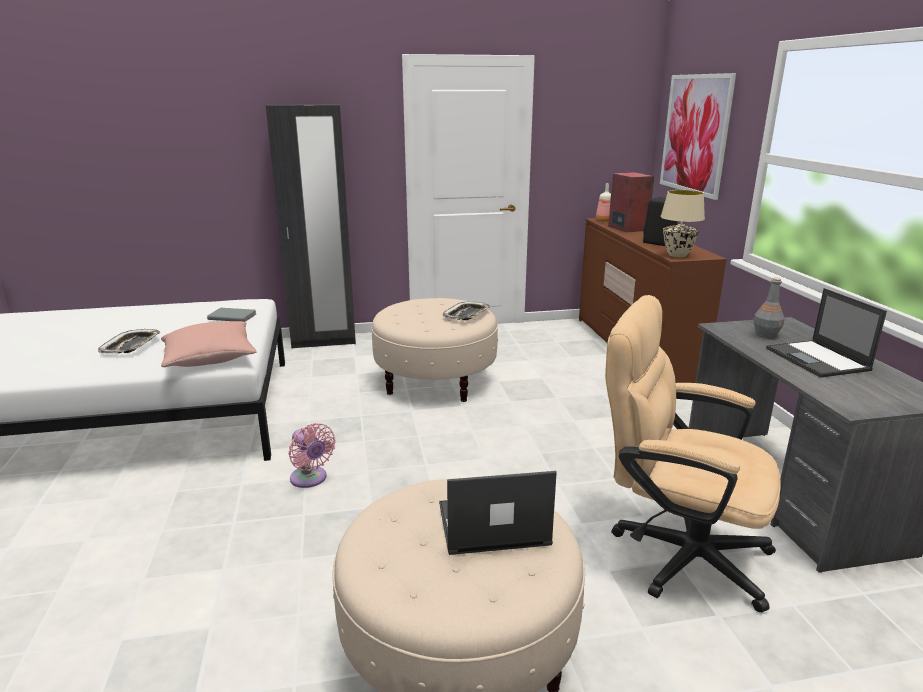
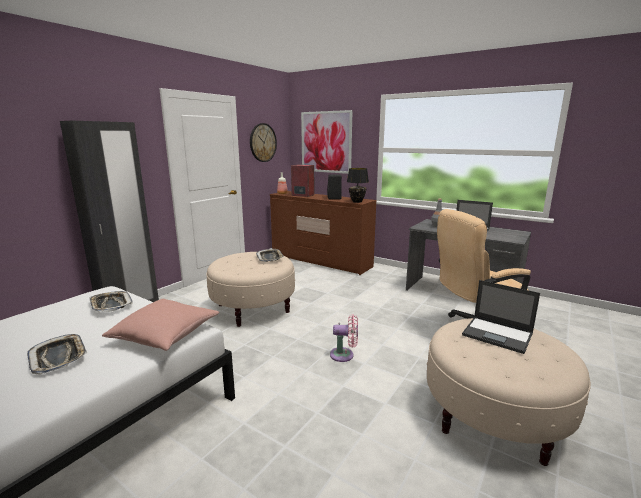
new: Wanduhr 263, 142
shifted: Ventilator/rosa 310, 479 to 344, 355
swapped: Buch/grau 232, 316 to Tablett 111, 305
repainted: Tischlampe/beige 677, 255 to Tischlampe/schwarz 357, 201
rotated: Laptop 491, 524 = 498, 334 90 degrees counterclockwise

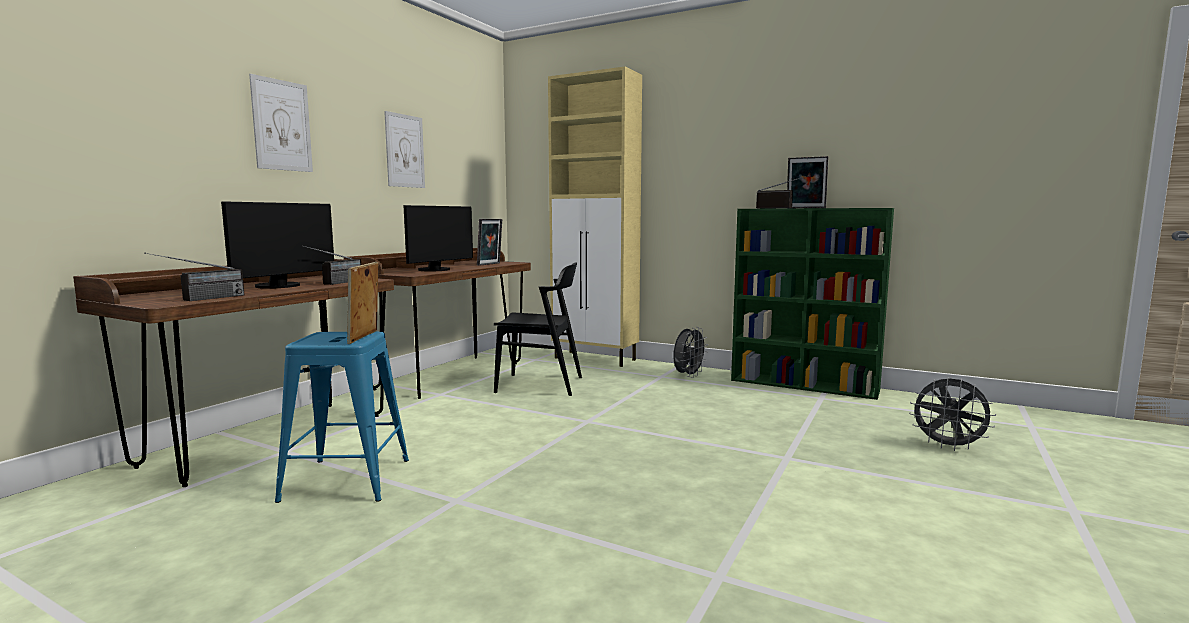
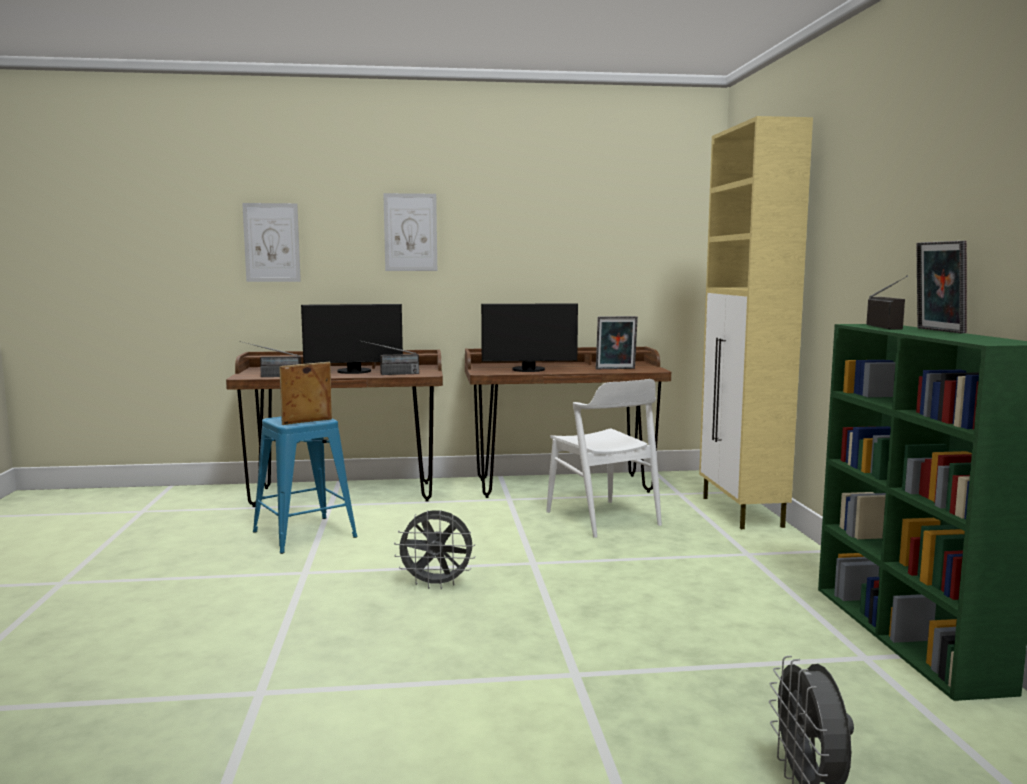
shifted: Bild 405, 151 to 272, 242; Ventilator/grau 688, 375 to 437, 585
repainted: Stuhl/schwarz 540, 384 to Stuhl/weiß 603, 518

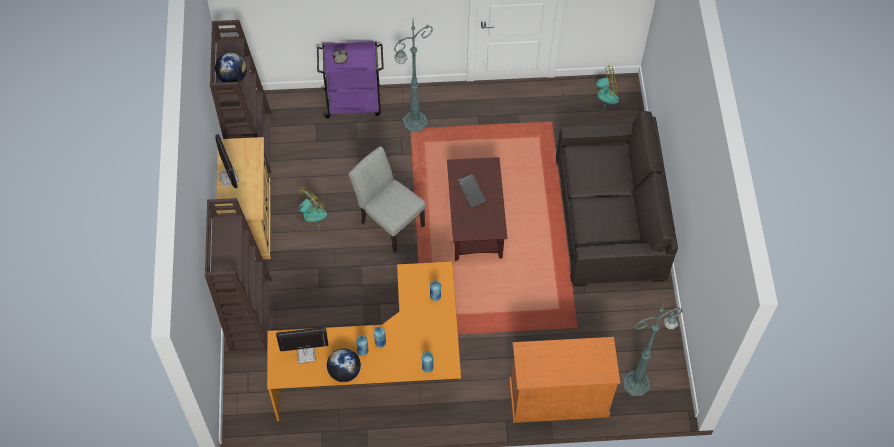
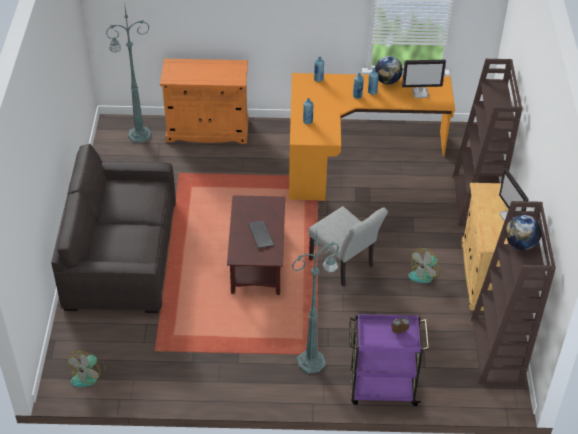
rotated: Ventilator 602, 97 = 88, 374 60 degrees counterclockwise

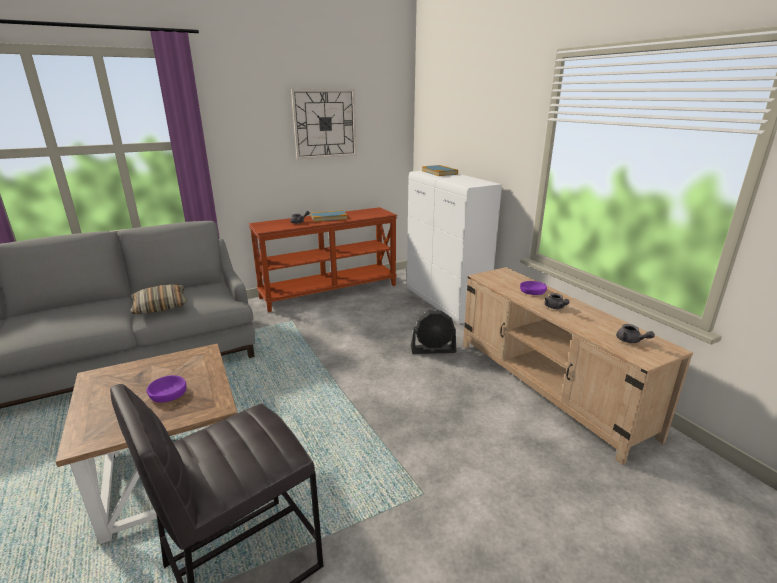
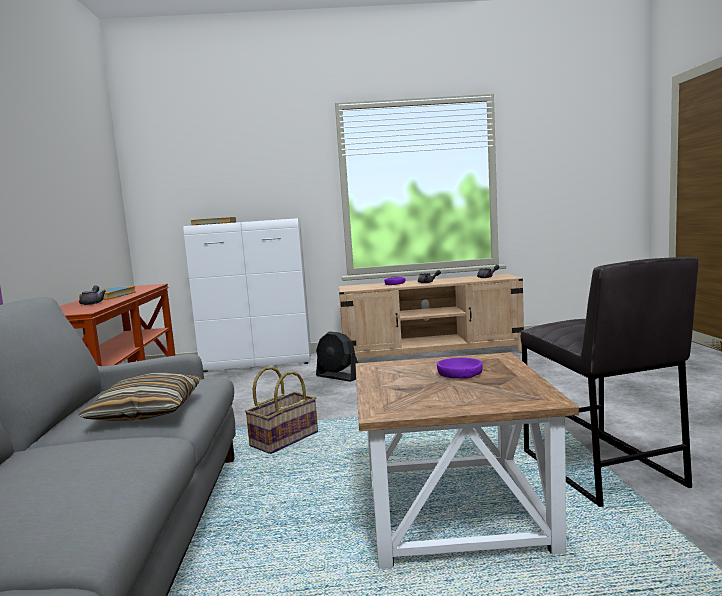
gone: Wanduhr 325, 123
new: Korb 284, 439
rotated: Ventilator/schwarz 433, 349 = 338, 376 105 degrees clockwise

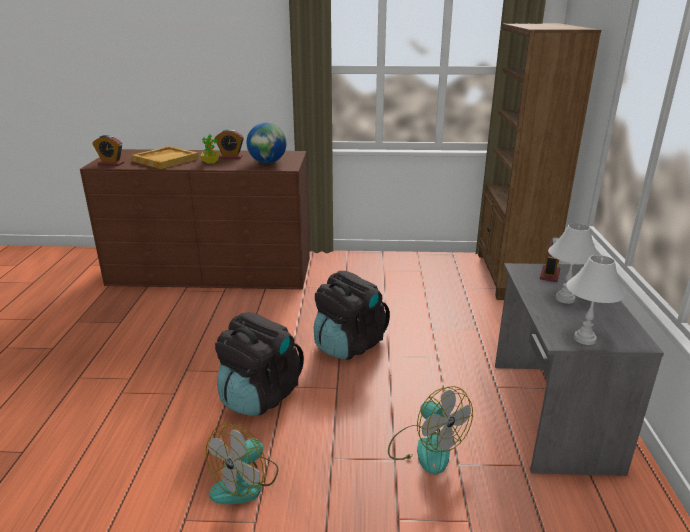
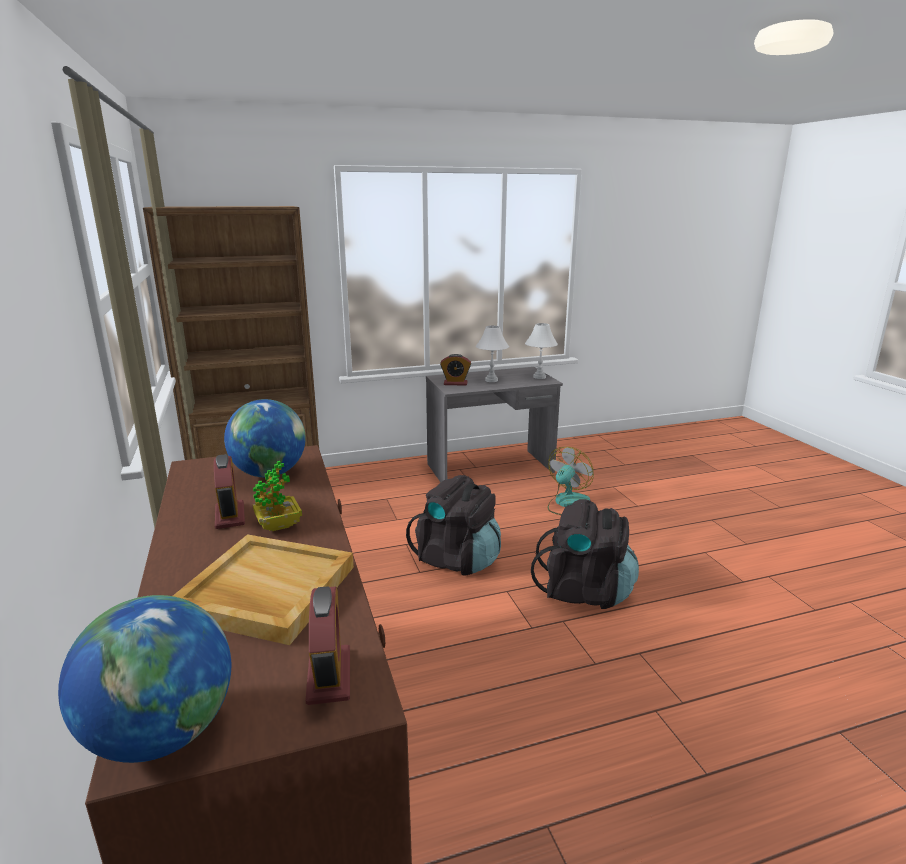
gone: Ventilator 245, 482
new: Globus 162, 734

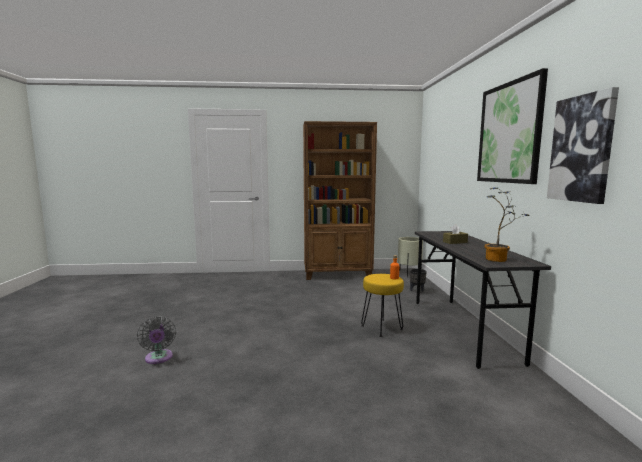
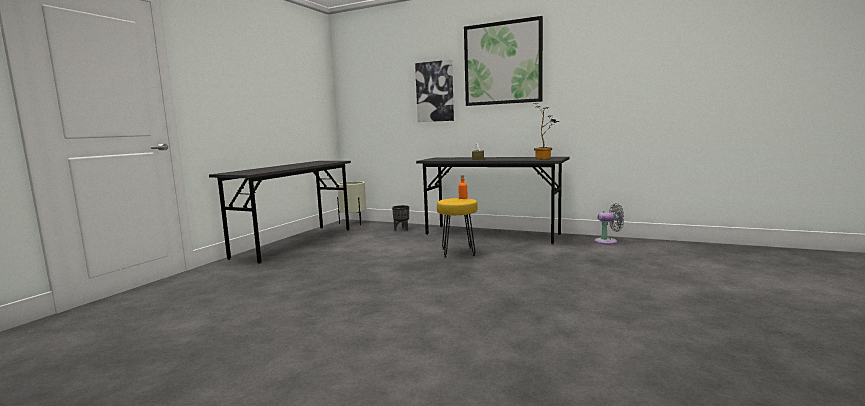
shifted: Ventilator/grau 159, 358 to 608, 241; Bild 582, 149 to 435, 91
swapped: Bücherregal/braun 338, 274 to Schreibtisch/grau 295, 243

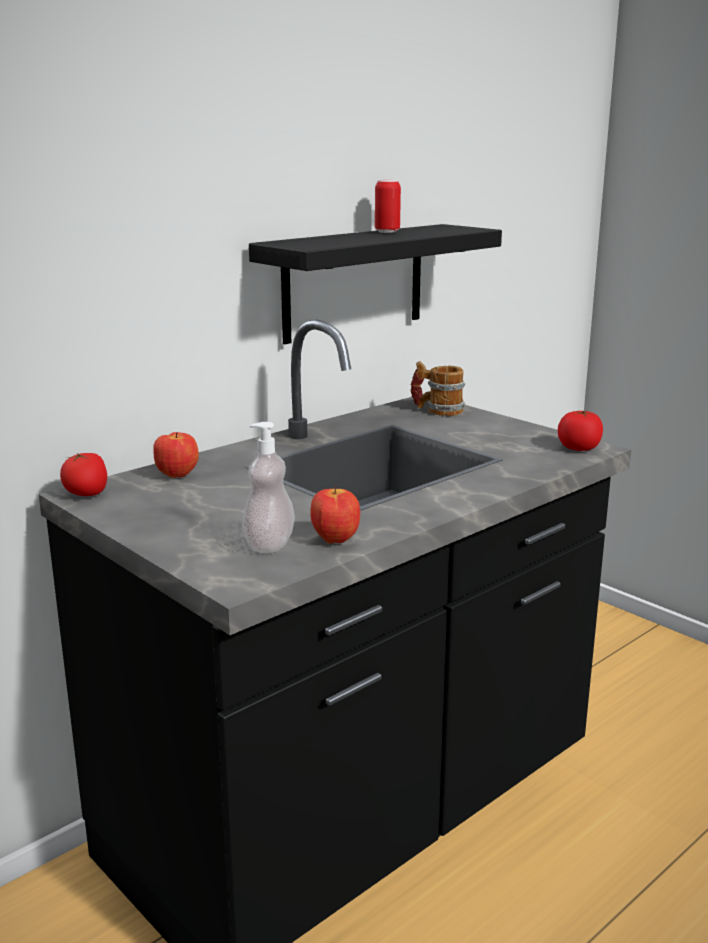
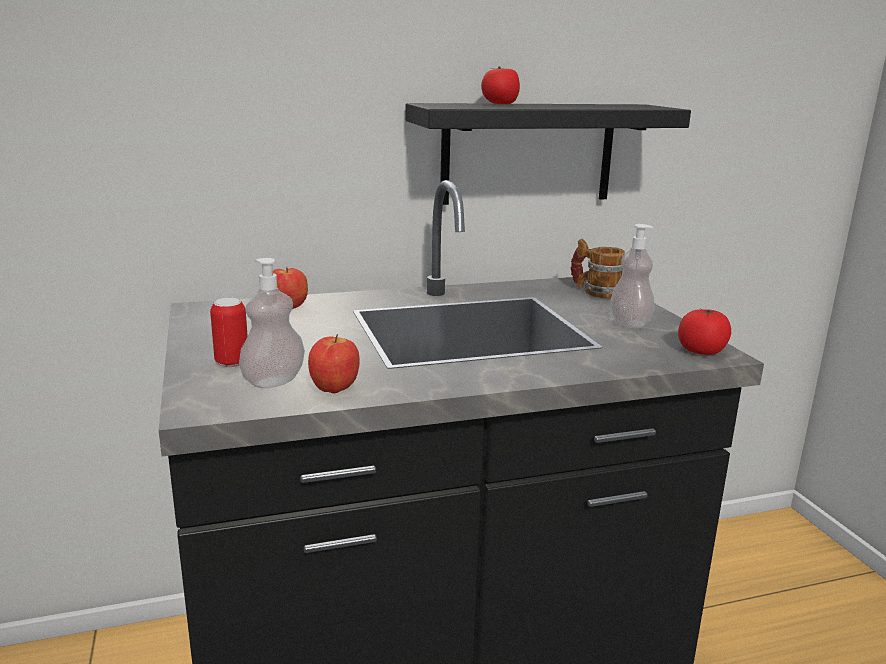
new: Seifenspender 630, 323
shifted: Tomate 87, 494 to 500, 104; Dose 387, 232 to 232, 362

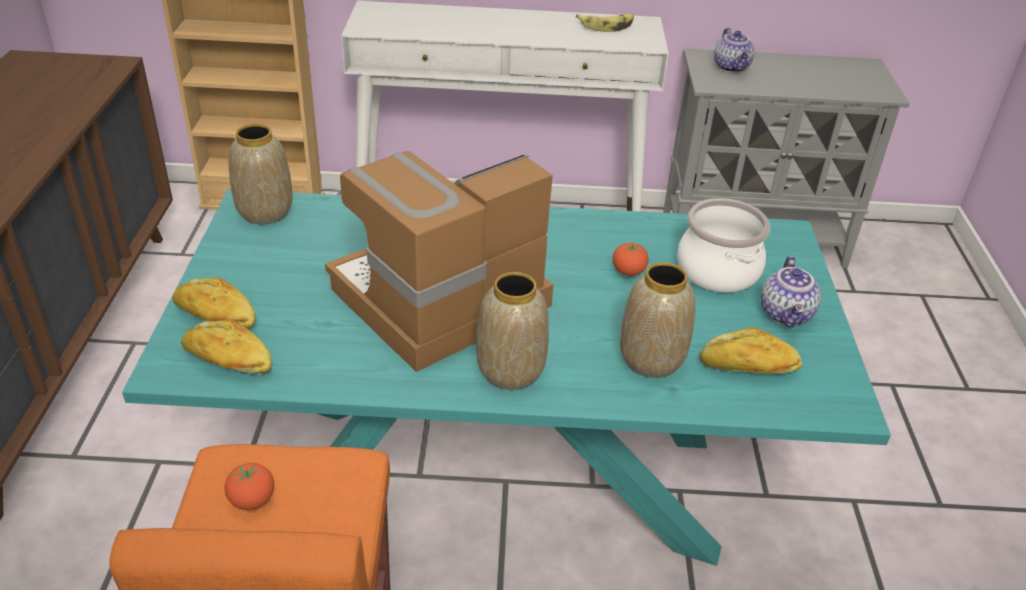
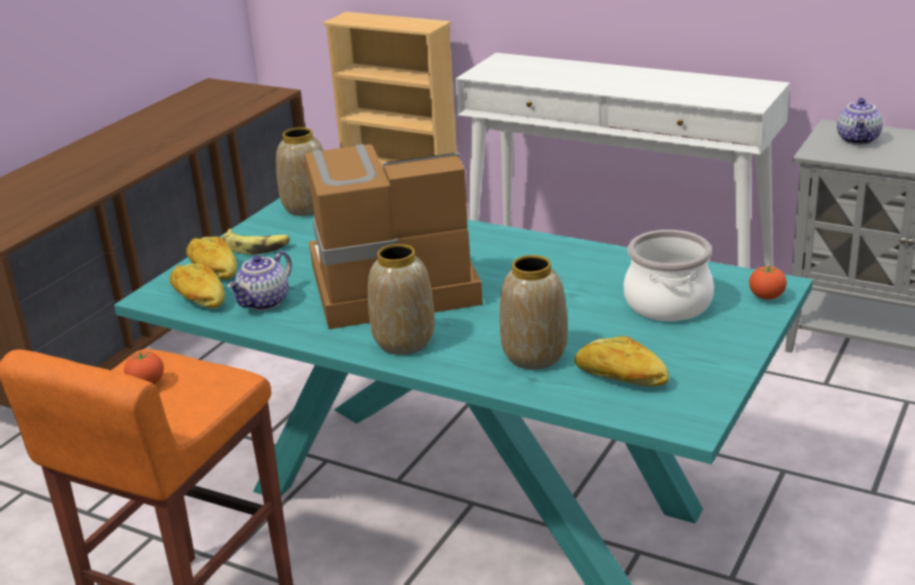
shifted: Banane 607, 26 to 256, 246; Tomate 628, 272 to 766, 297; Teekanne 787, 314 to 265, 303

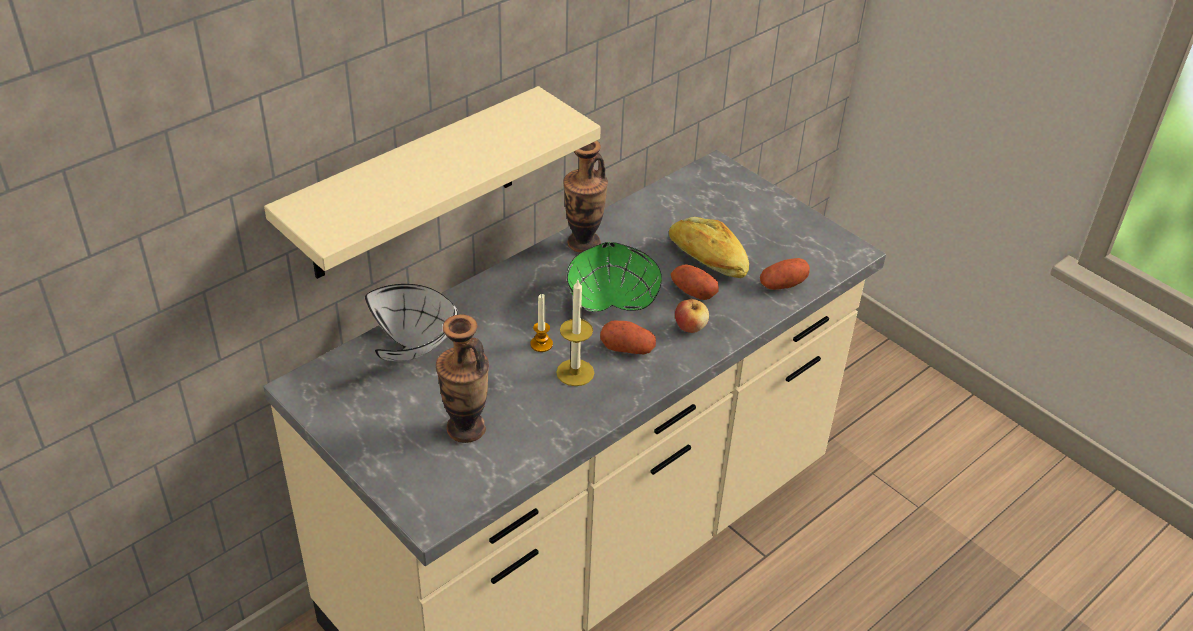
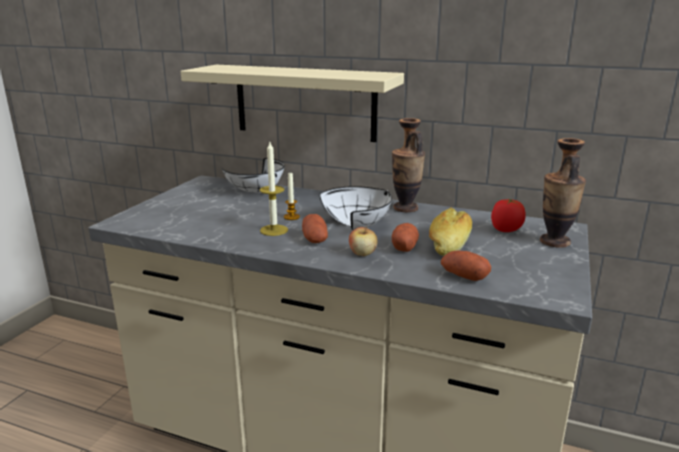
new: Tomate 505, 230
shifted: Vase 466, 428 to 554, 242
repainted: Schüssel/grün 610, 298 to Schüssel/weiß 360, 225

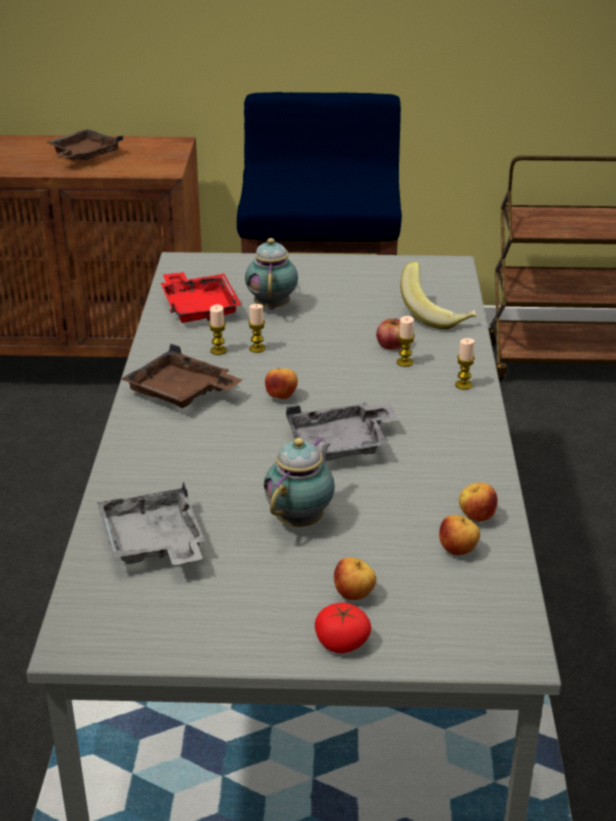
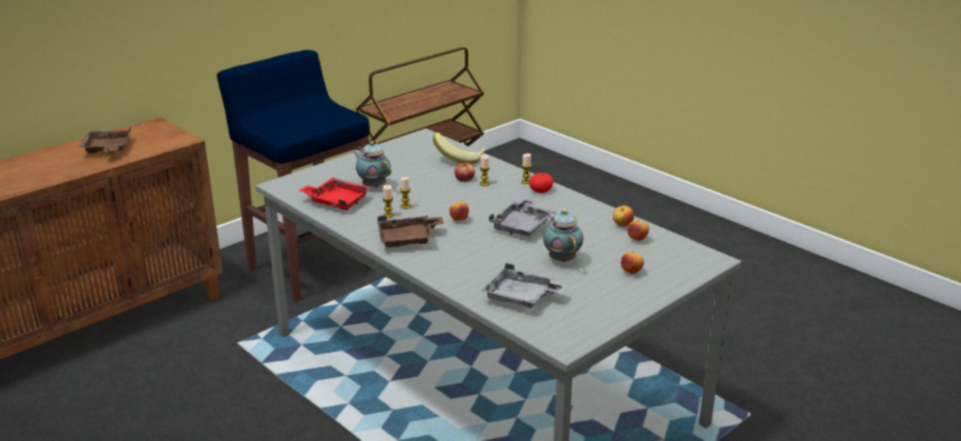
shifted: Tomate 342, 642 to 541, 190

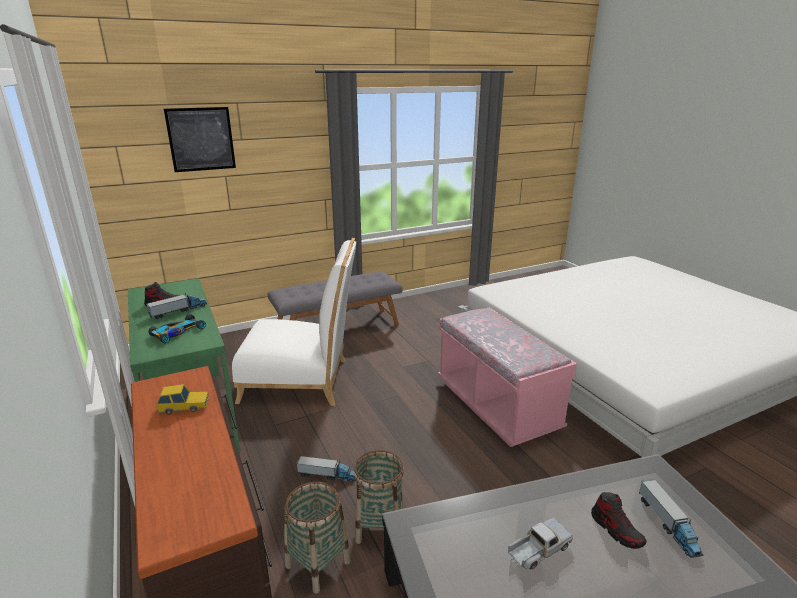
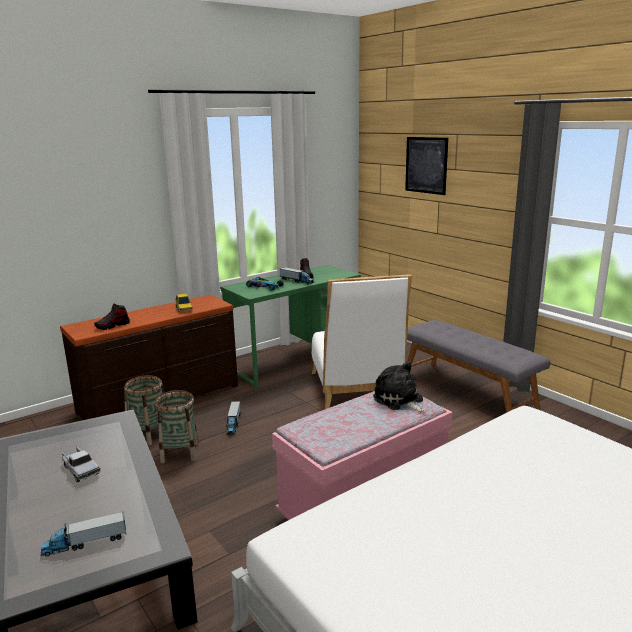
new: Plüschtier 399, 400
shifted: Schuh 616, 530 to 113, 326

